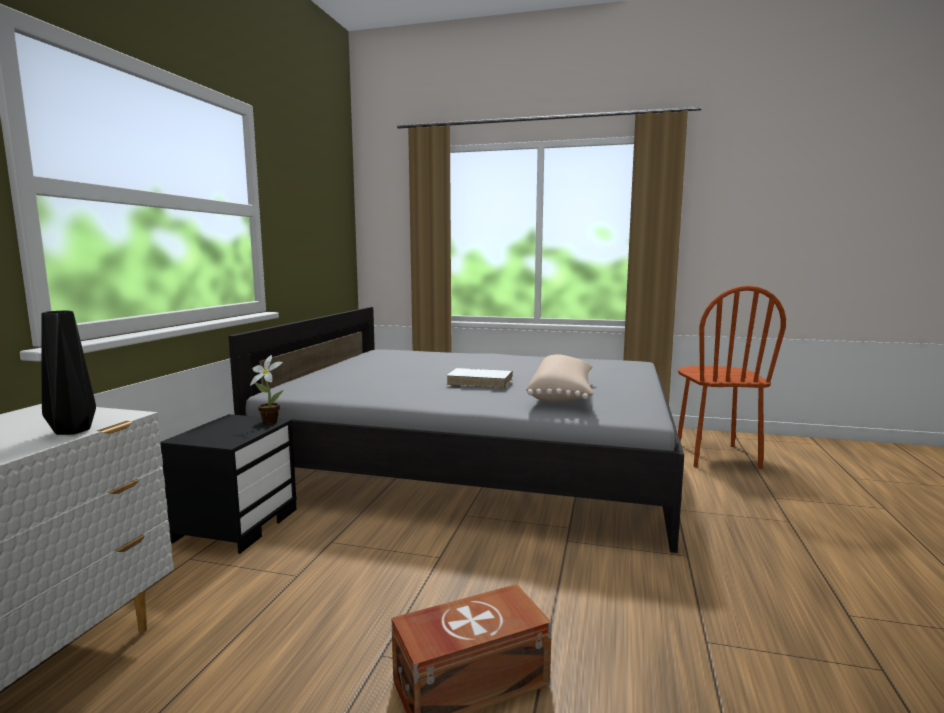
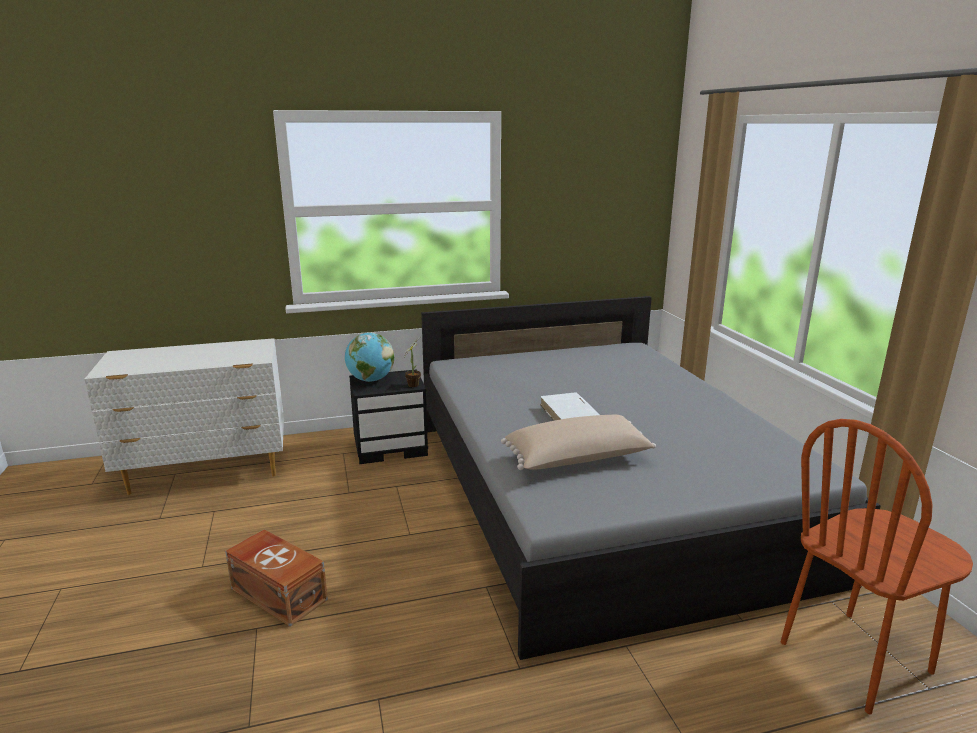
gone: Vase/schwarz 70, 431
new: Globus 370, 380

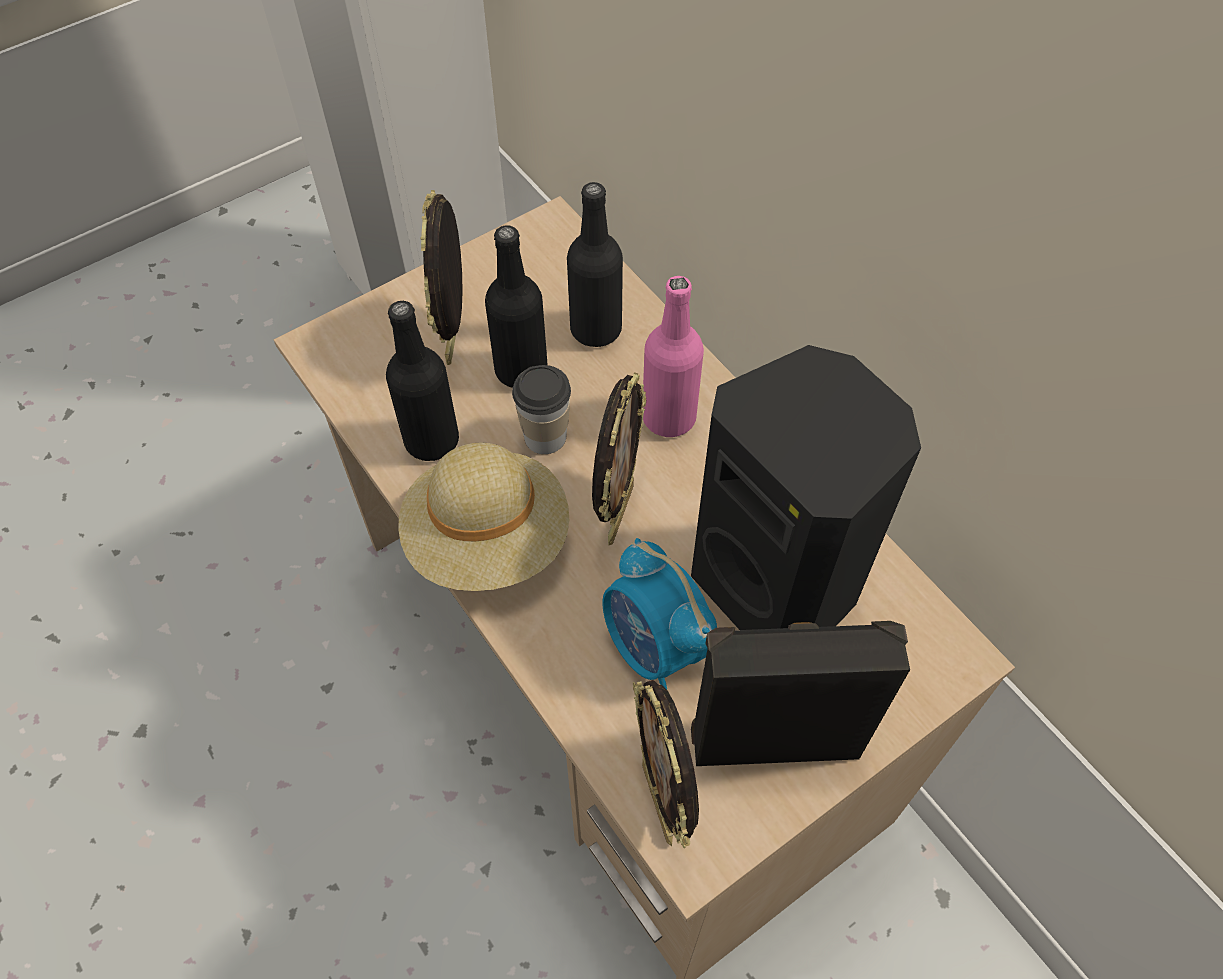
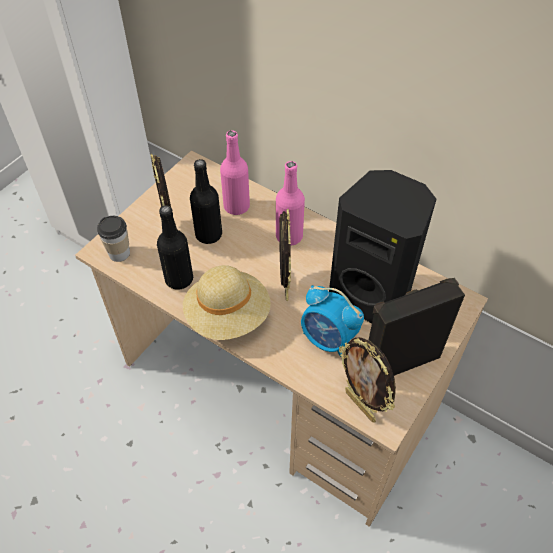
shifted: Tasse 545, 437 to 119, 253
repainted: Flasche/schwarz 596, 329 to Flasche/rosa 236, 206

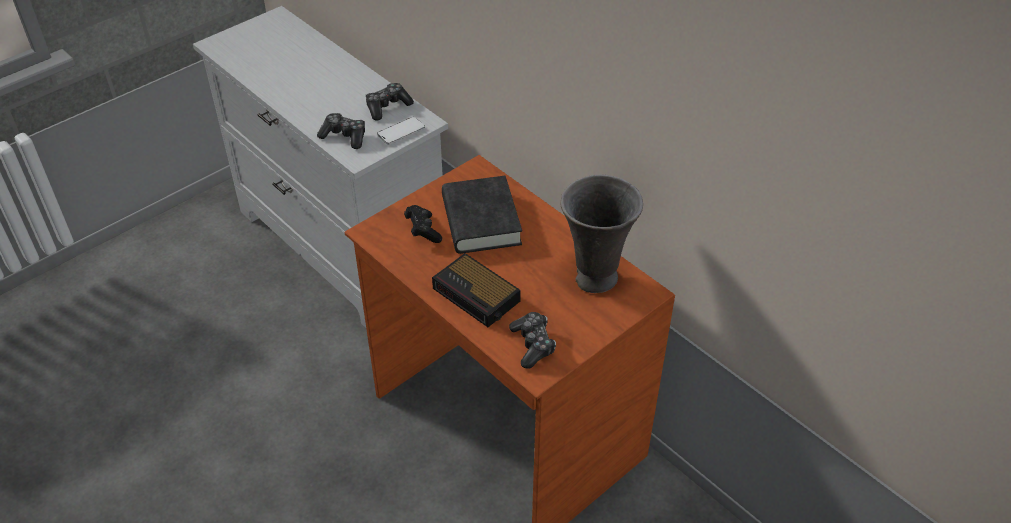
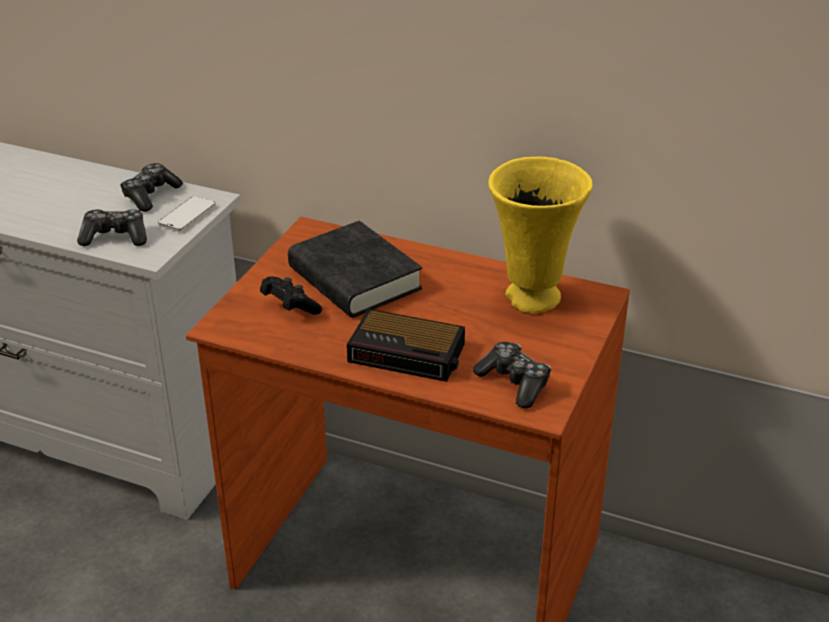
repainted: Vase/grau 594, 279 to Vase/gelb 532, 299

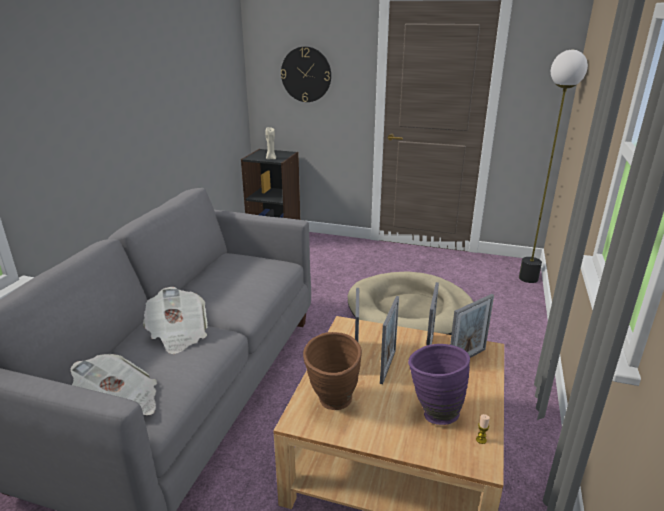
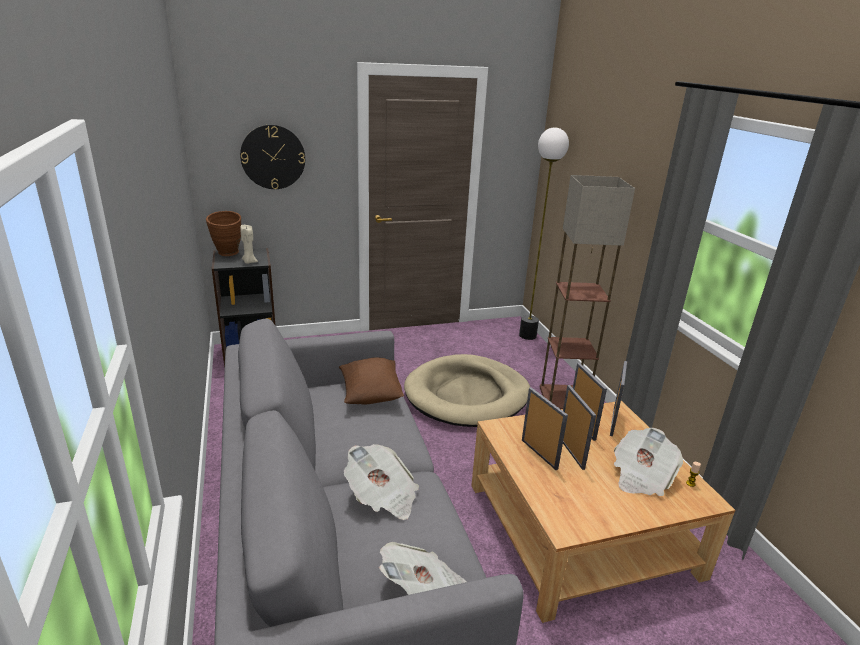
new: Kissen/braun 370, 394; Stehlampe 564, 399
shifted: Vase/braun 332, 404 to 228, 254
swapped: Vase/lila 433, 412 to Zeitung 641, 476

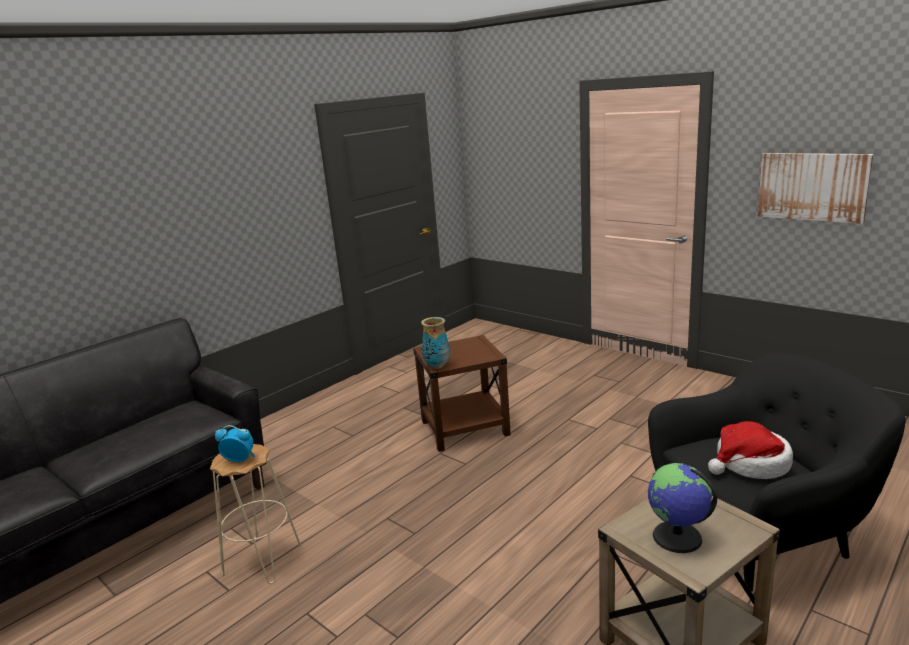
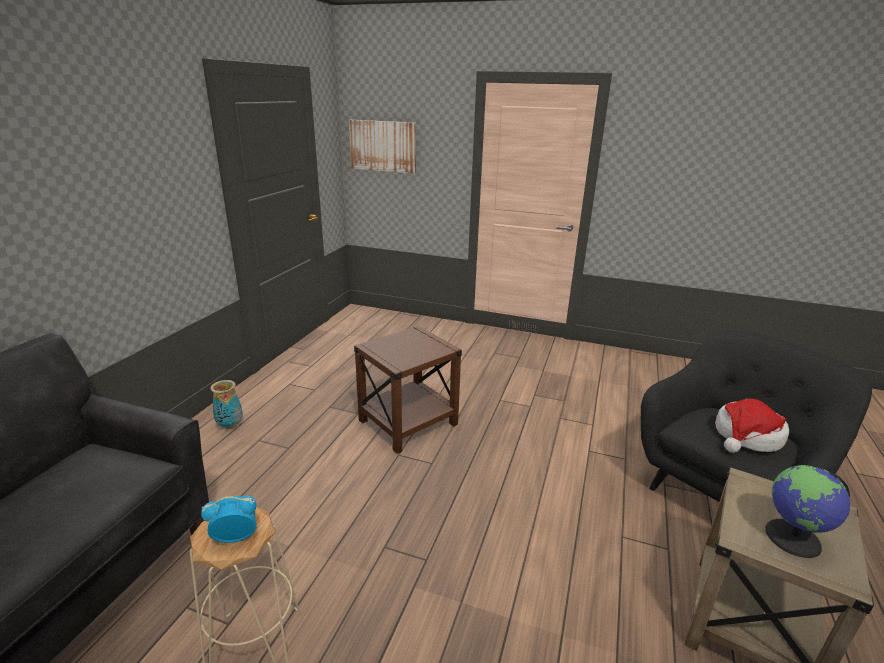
shifted: Vase 437, 366 to 230, 425; Bild 812, 186 to 383, 146

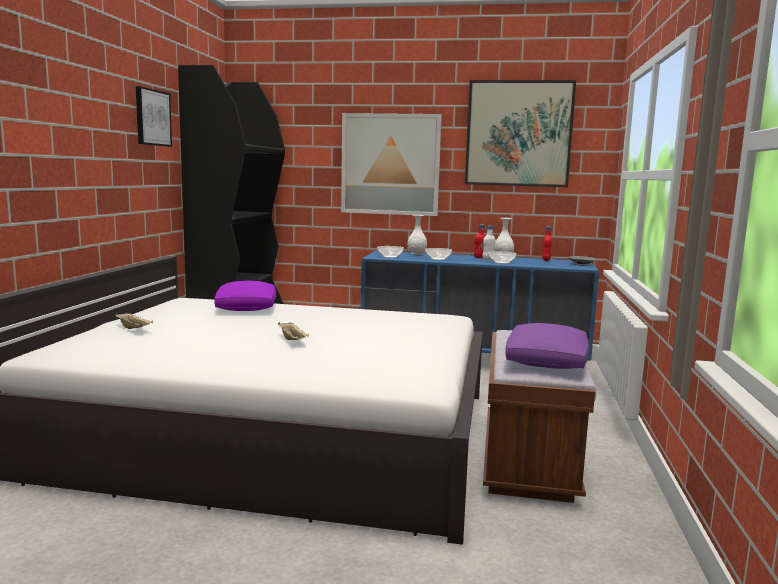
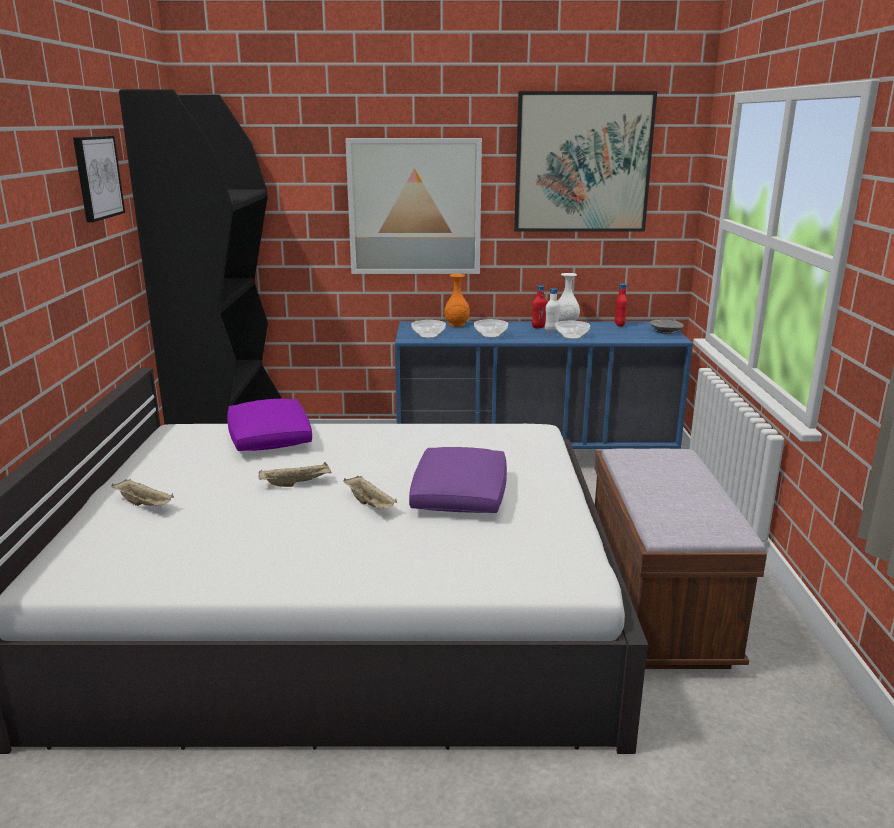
new: Tablett/beige 297, 483
shifted: Kissen/lila 546, 360 to 459, 495
repainted: Vase/weiß 416, 253 to Vase/orange 457, 325

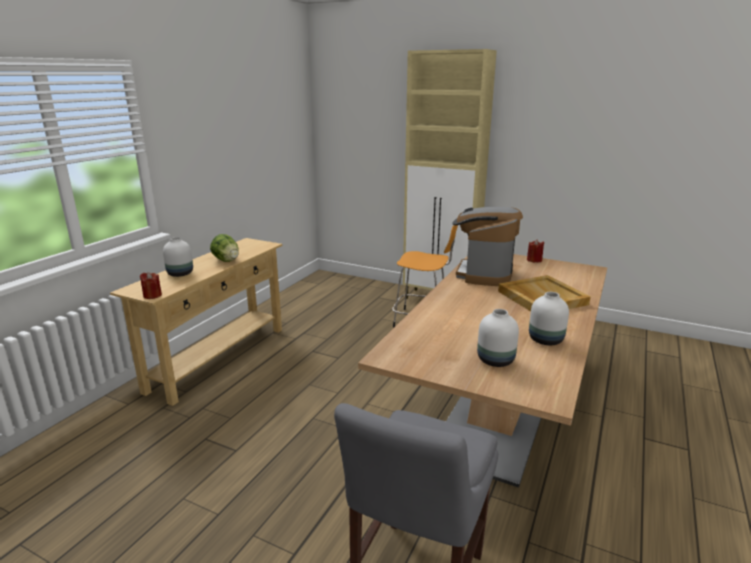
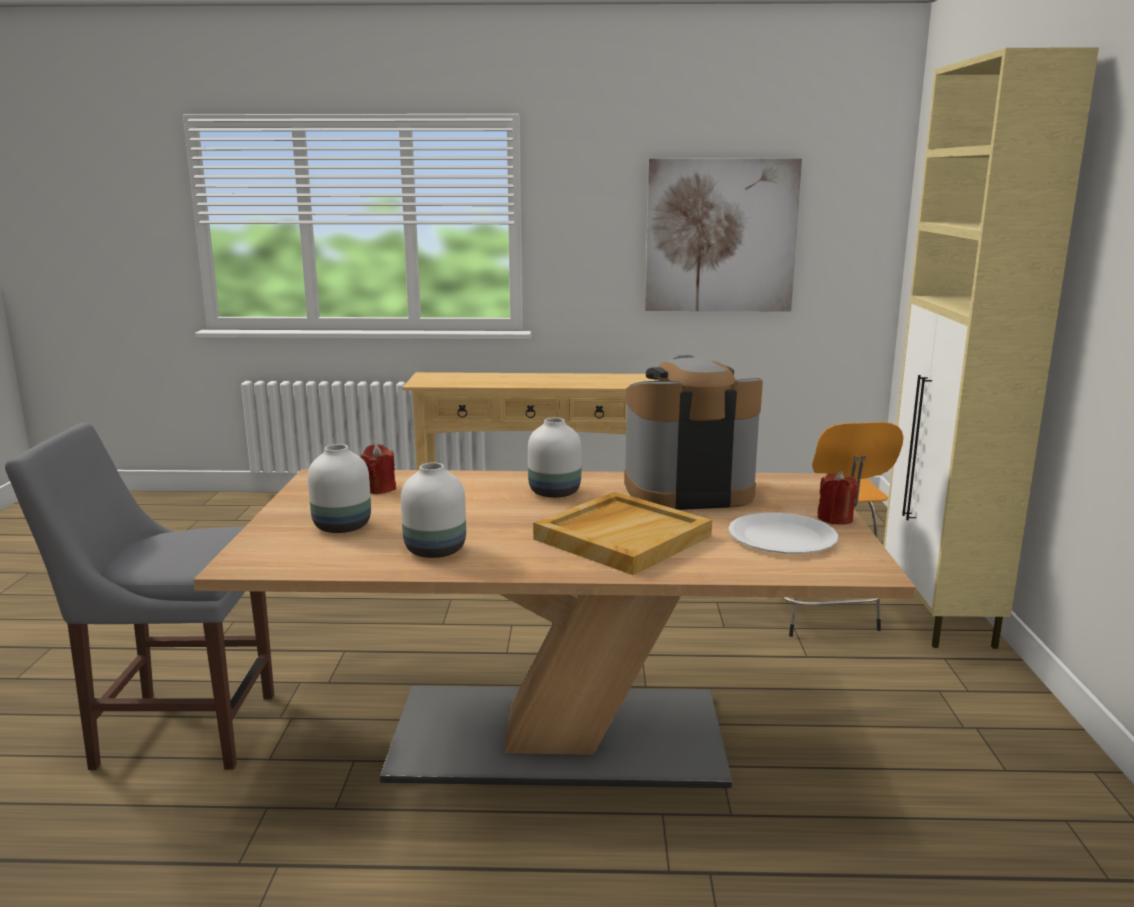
gone: Salatkopf 226, 260
new: Bild 720, 236; Teller/weiß 782, 537
shifted: Kerze/rot 152, 295 to 379, 489; Vase/weiß 181, 274 to 554, 493

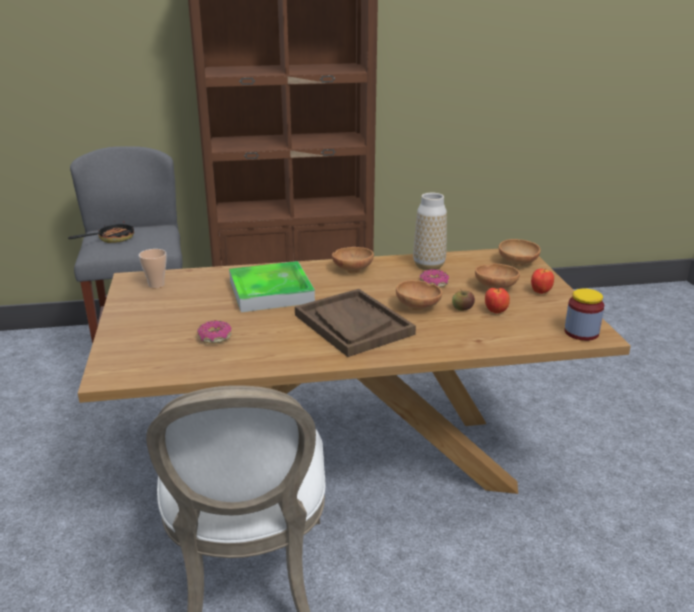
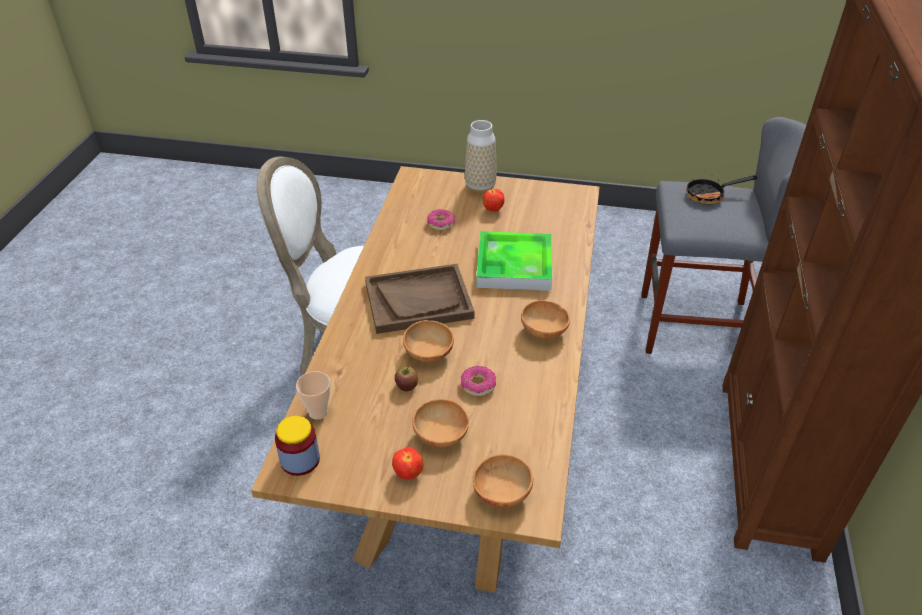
shifted: Tasse 156, 285 to 318, 412; Vase 428, 266 to 480, 187; Apfel 496, 312 to 493, 210
rotated: Pfanne 111, 239 = 710, 195 105 degrees clockwise

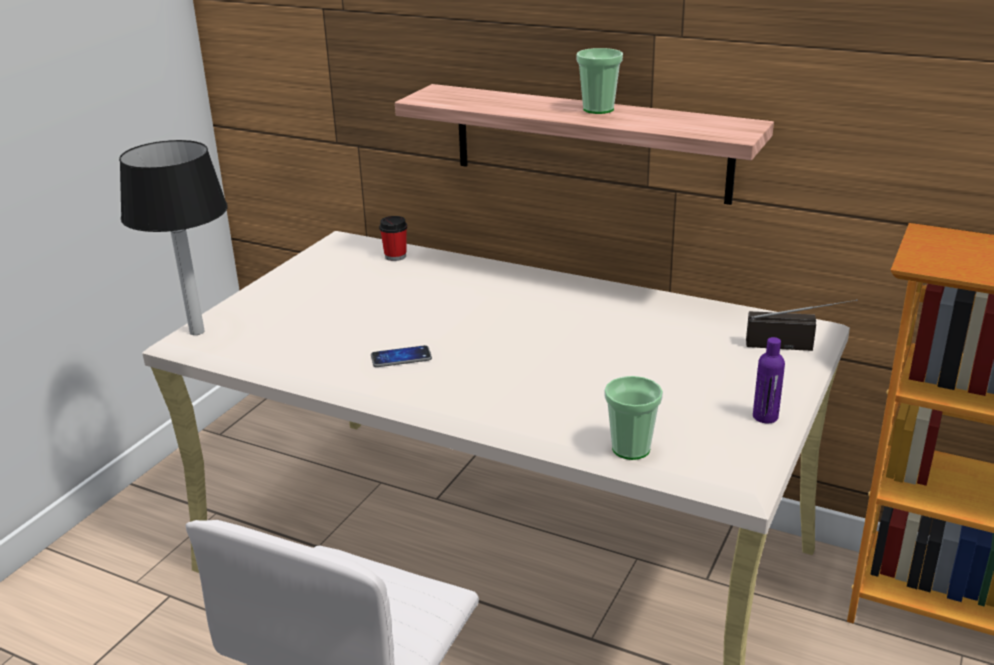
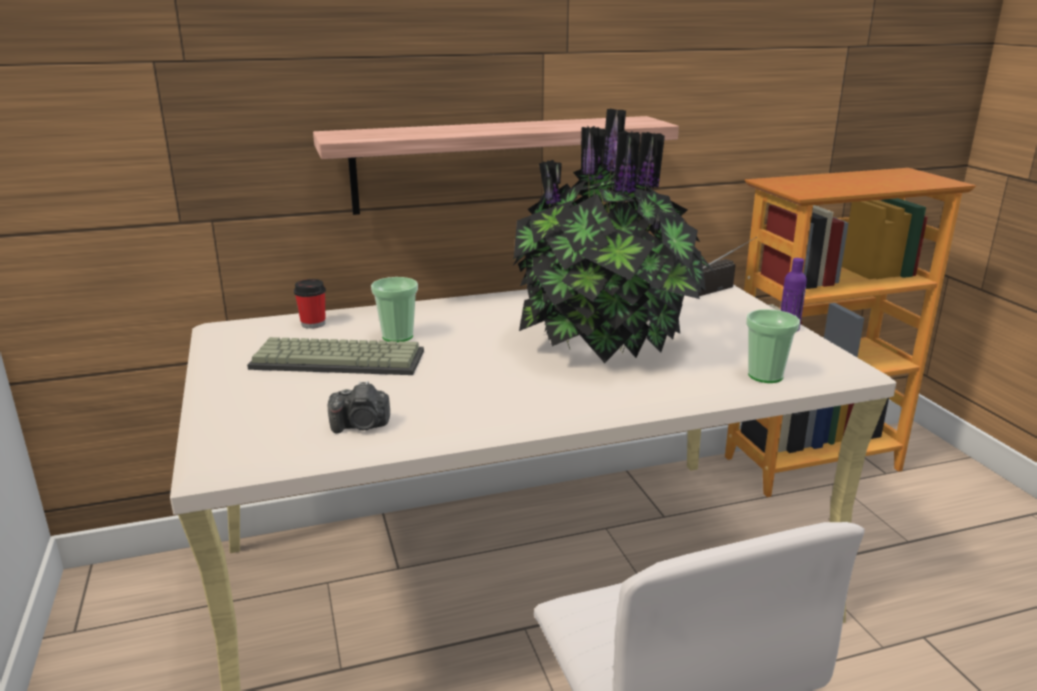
gone: Tischlampe 198, 332; Handy 401, 358
new: Tastatur 340, 359; Kamera 361, 426; Topfpflanze 608, 344
shifted: Tasse 598, 109 to 397, 336

